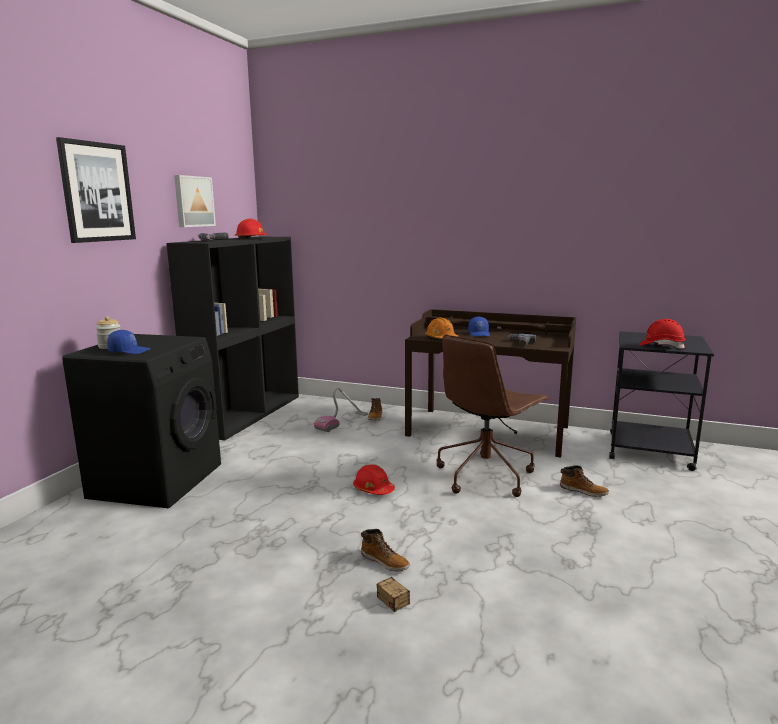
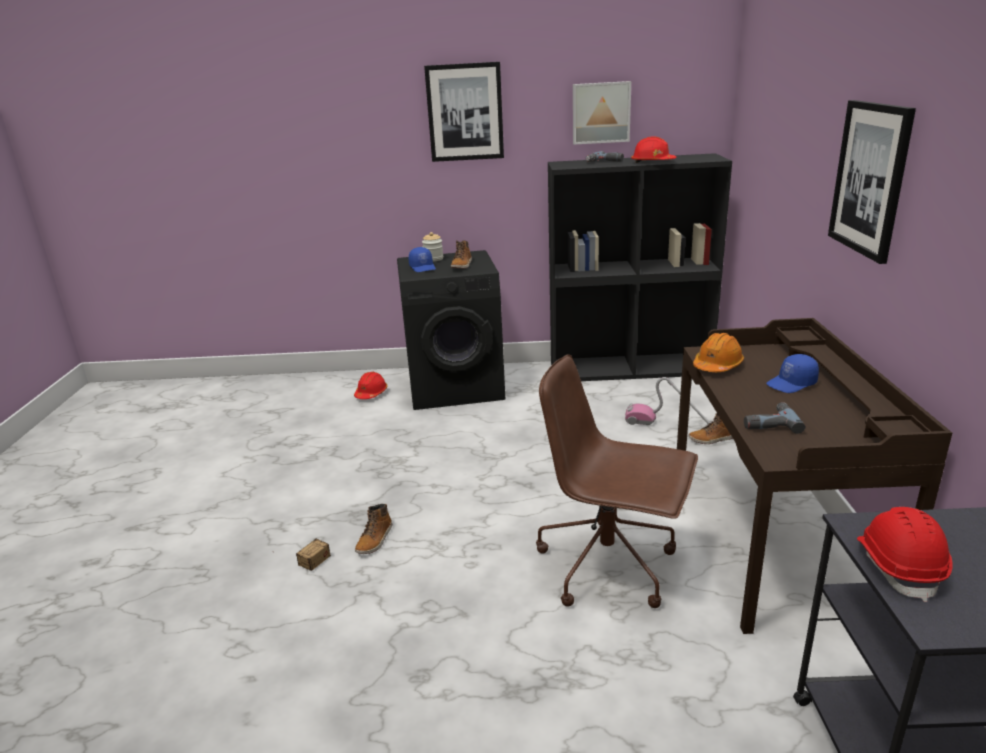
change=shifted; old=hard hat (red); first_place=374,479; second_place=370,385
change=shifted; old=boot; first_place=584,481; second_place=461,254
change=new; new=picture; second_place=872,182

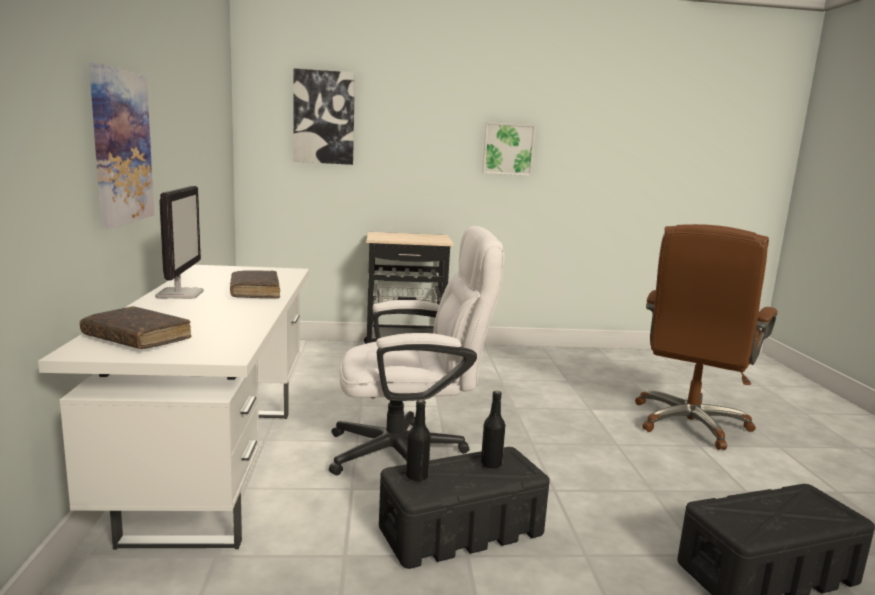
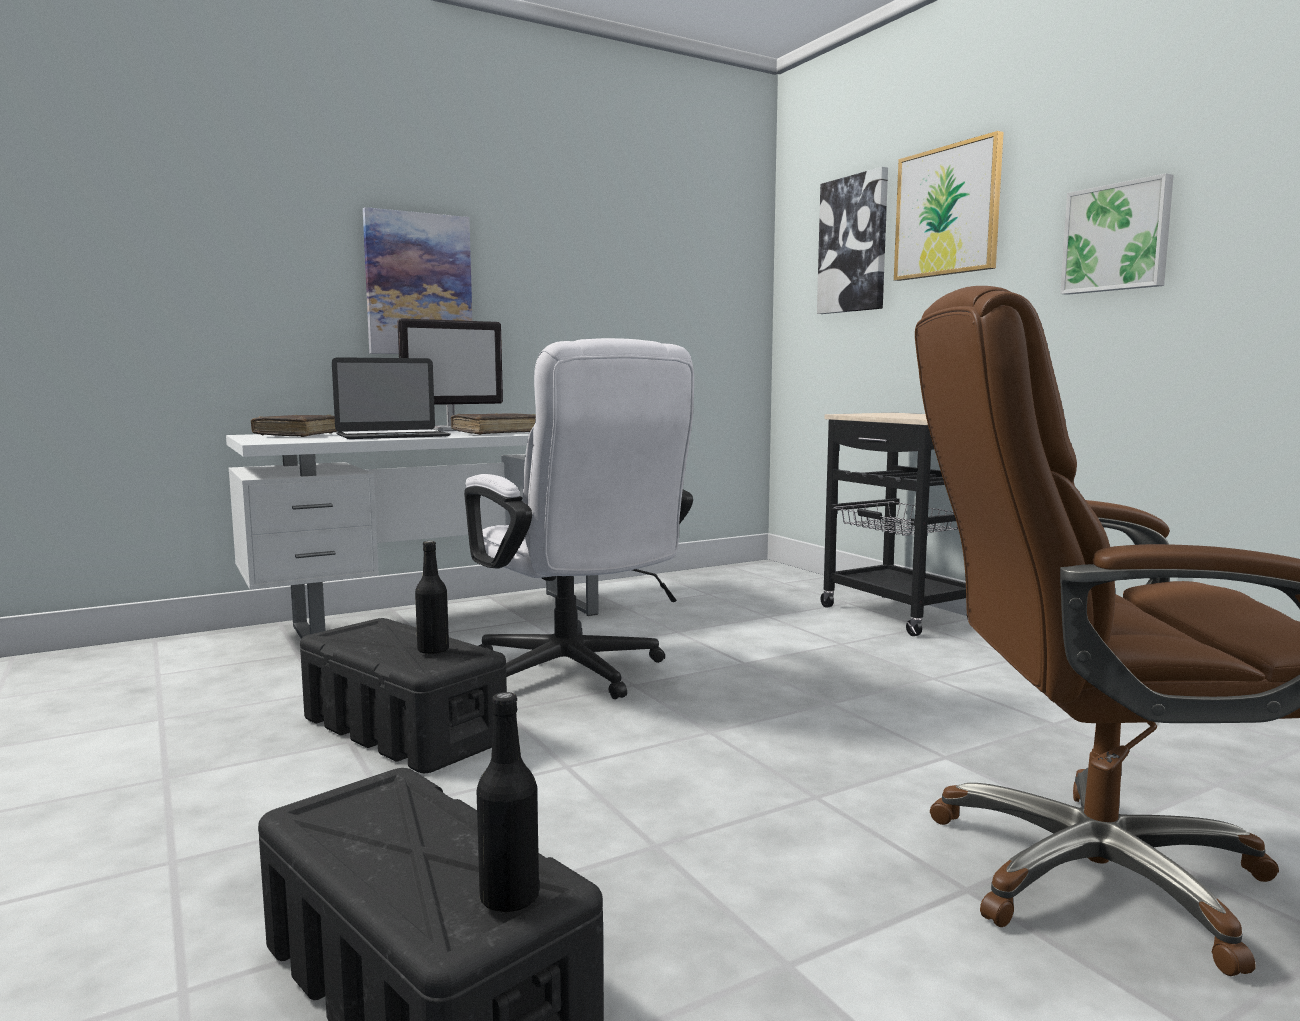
change=shifted; old=bottle (black); first_place=418,441; second_place=508,802
change=new; new=laptop; second_place=391,398
change=new; new=picture; second_place=949,206

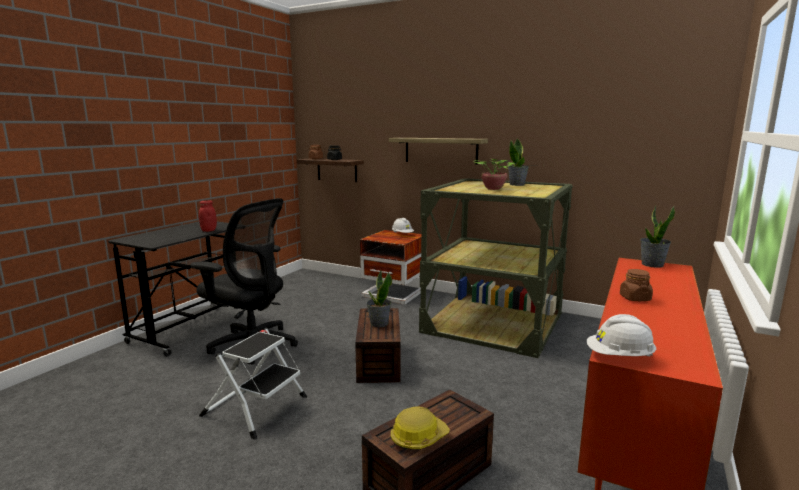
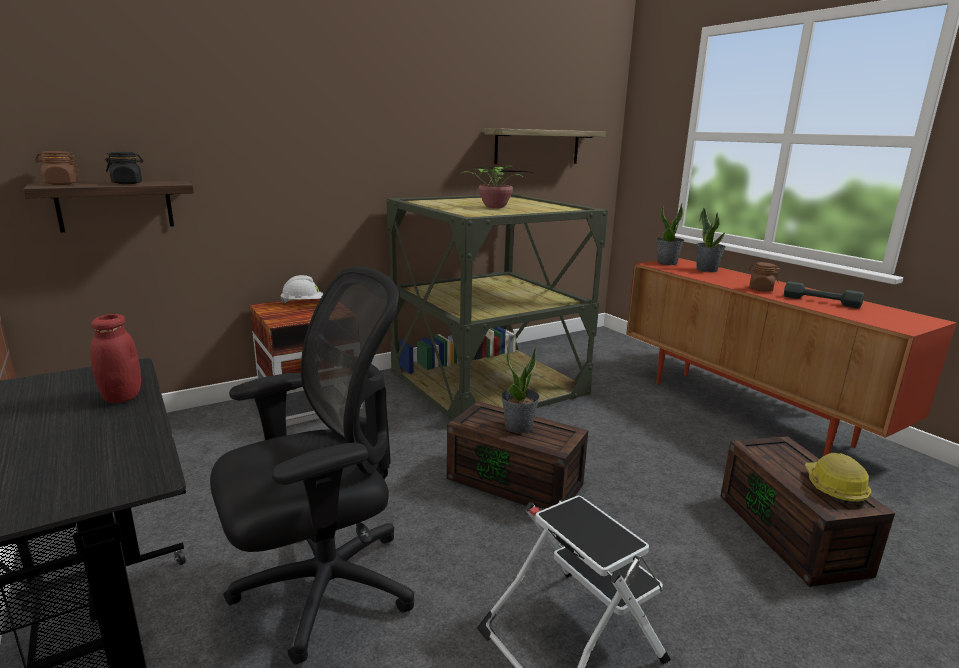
change=shifted; old=shelf; first_place=438,151; second_place=545,146
change=shifted; old=potted plant; first_place=518,162; second_place=711,239
change=gone; old=hard hat (white); first_place=621,335
change=new; new=dumbbell (grey); second_place=824,294

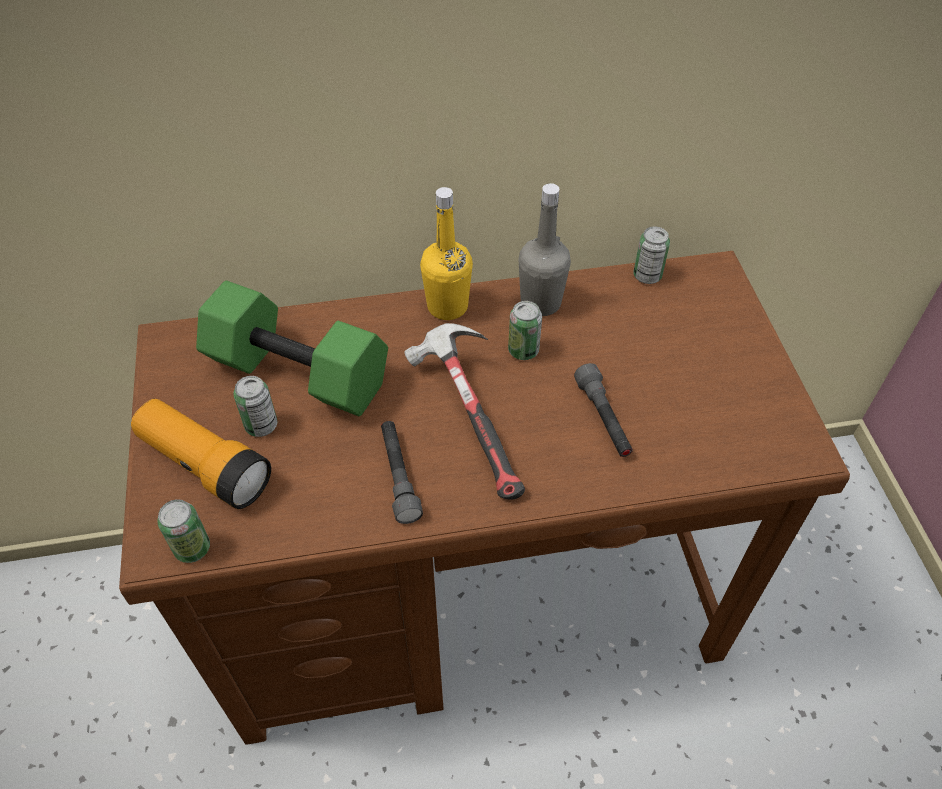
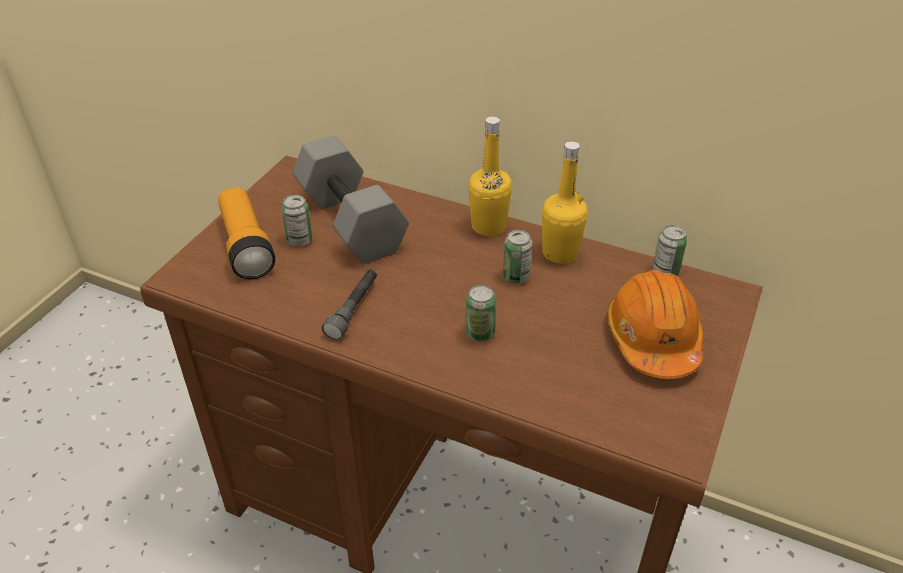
change=shifted; old=can; first_place=183,531; second_place=481,313
change=repainted; old=dumbbell (green); new=dumbbell (grey); first_place=292,348; second_place=351,200
change=gone; old=hammer; first_place=464,411
change=repainted; old=bottle (grey); new=bottle (yellow); first_place=545,249; second_place=565,202
change=gone; old=flashlight (grey); first_place=603,410
change=new; new=hard hat (orange); second_place=655,324

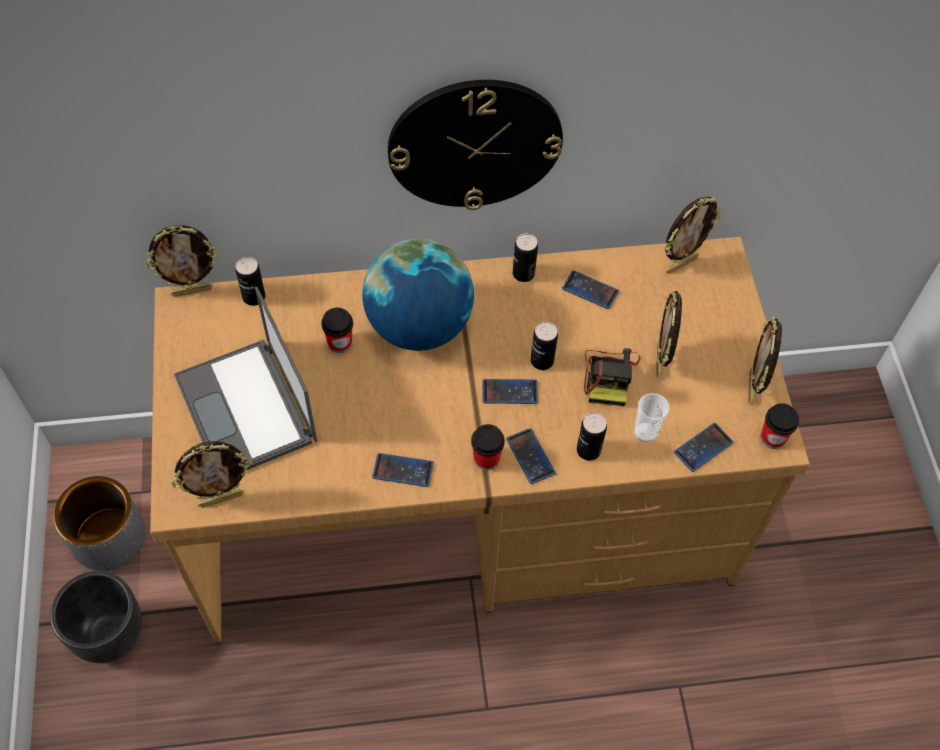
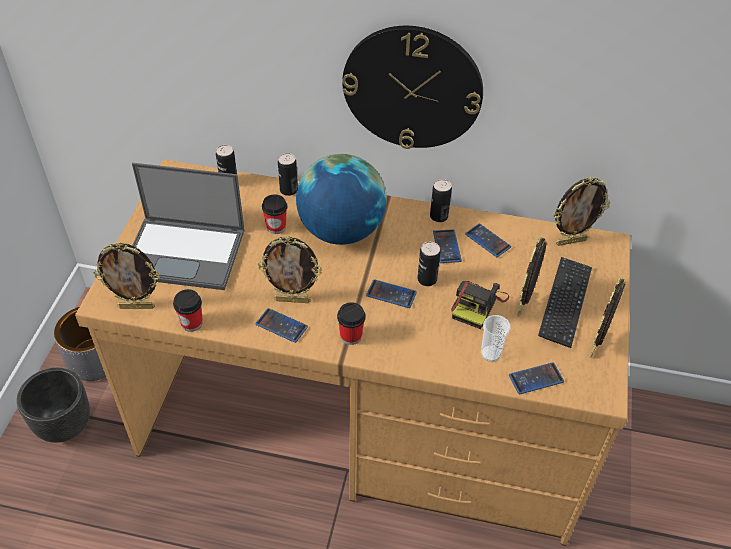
change=shifted; old=picture frame; first_place=182,261; second_place=290,269
change=rotated; old=laptop; first_place=245,378; second_place=188,226; degrees=-75
change=shifted; old=phone; first_place=531,456; second_place=447,246
change=shifted; old=can; first_place=592,436; second_place=288,174
change=shifted; old=cup; first_place=780,426; second_place=187,310
change=new; new=keyboard; second_place=565,302

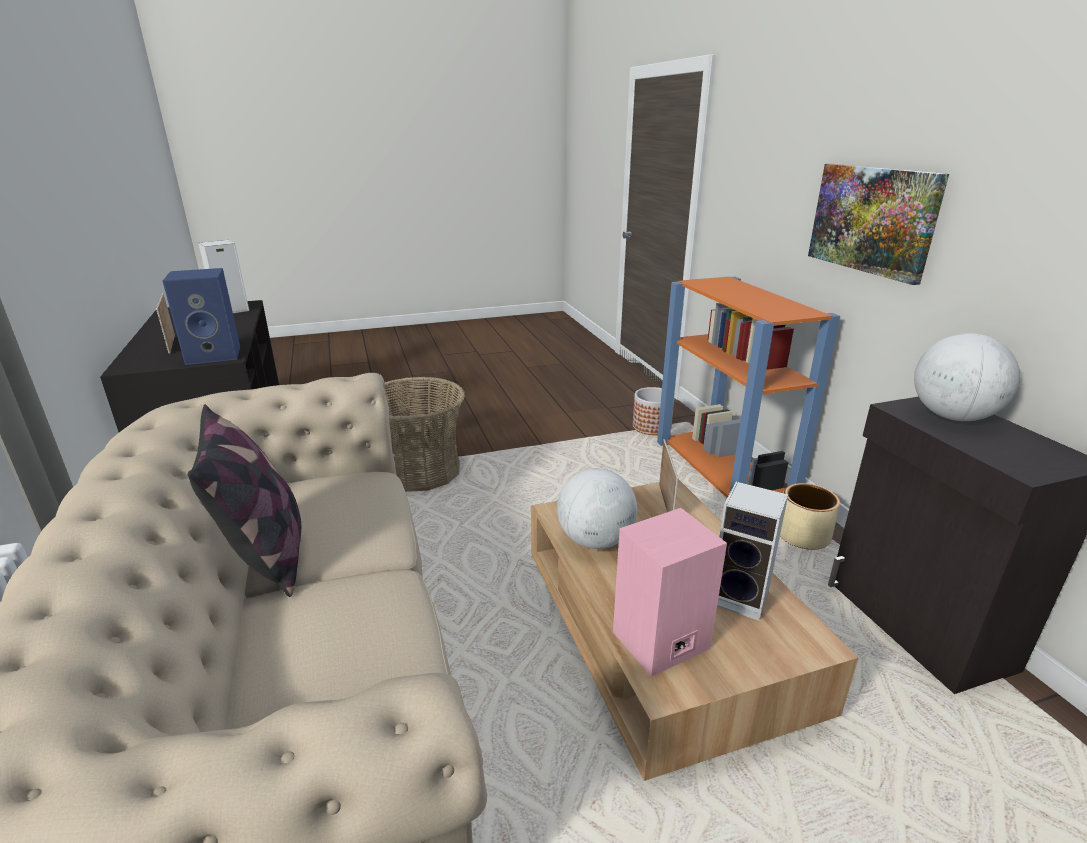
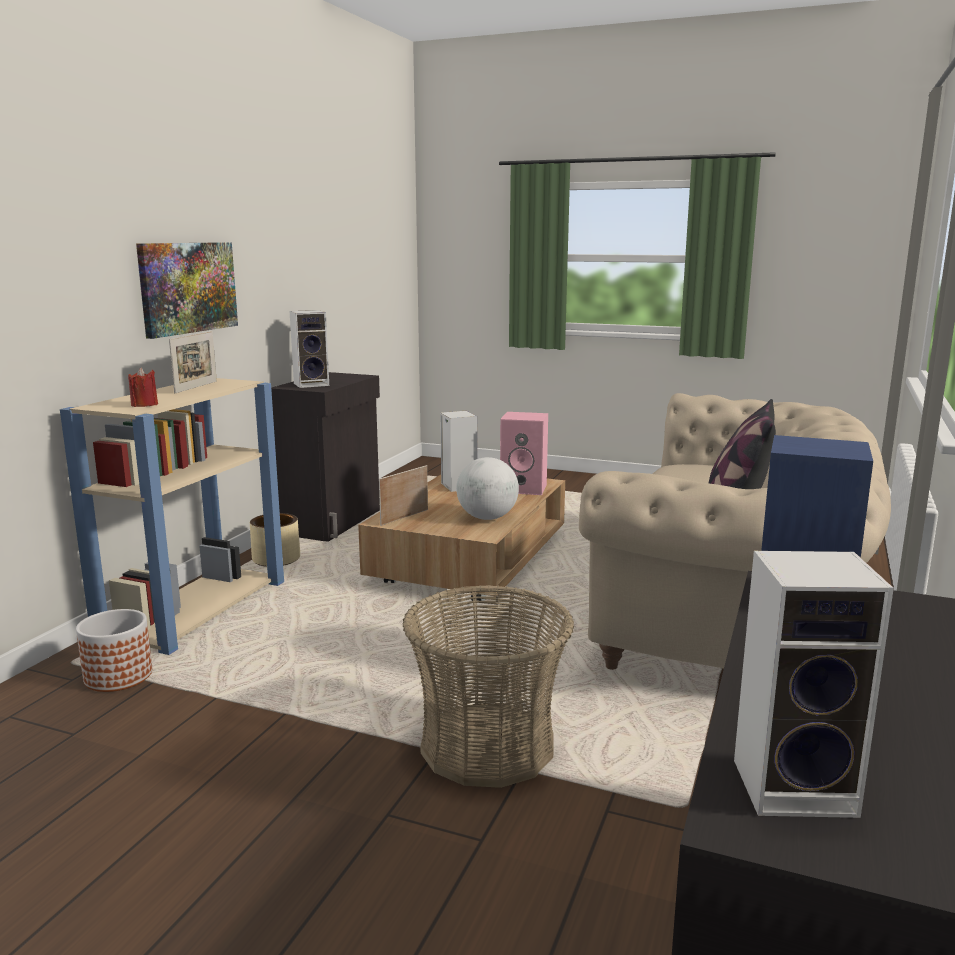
change=shifted; old=picture frame; first_place=165,323; second_place=193,362
change=repainted; old=bookcase (orange); new=bookcase (beige); first_place=748,387; second_place=172,516
change=swapped; old=globe; new=speaker; first_place=967,377; second_place=309,349
change=new; new=candle (red); second_place=143,387

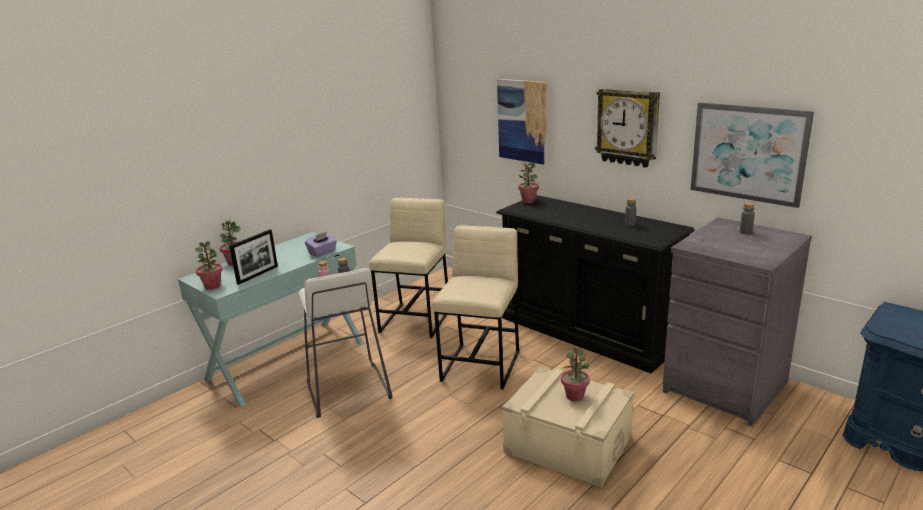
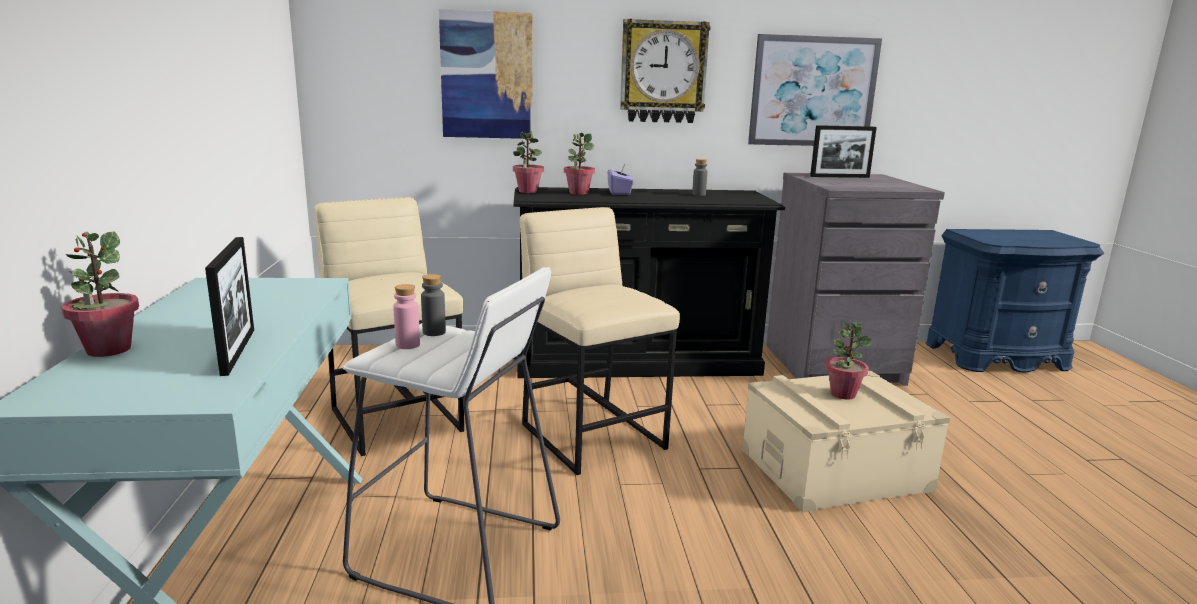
change=shifted; old=potted plant; first_place=209,265; second_place=579,164
change=shifted; old=tissue box (purple); first_place=321,244; second_place=621,179
change=swapped; old=bottle (grey); new=picture frame; first_place=747,218; second_place=843,151

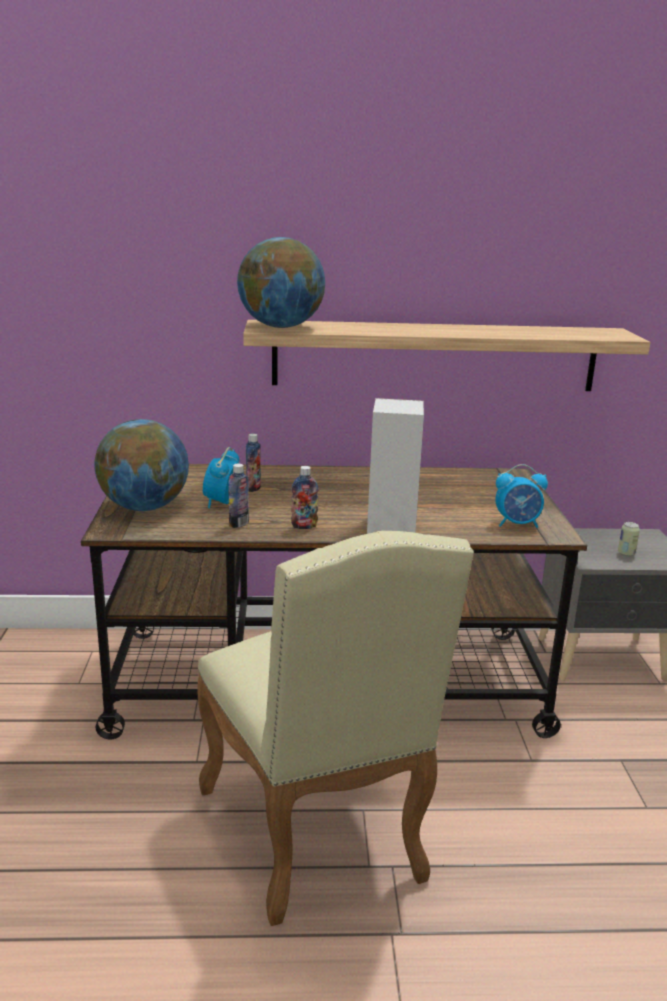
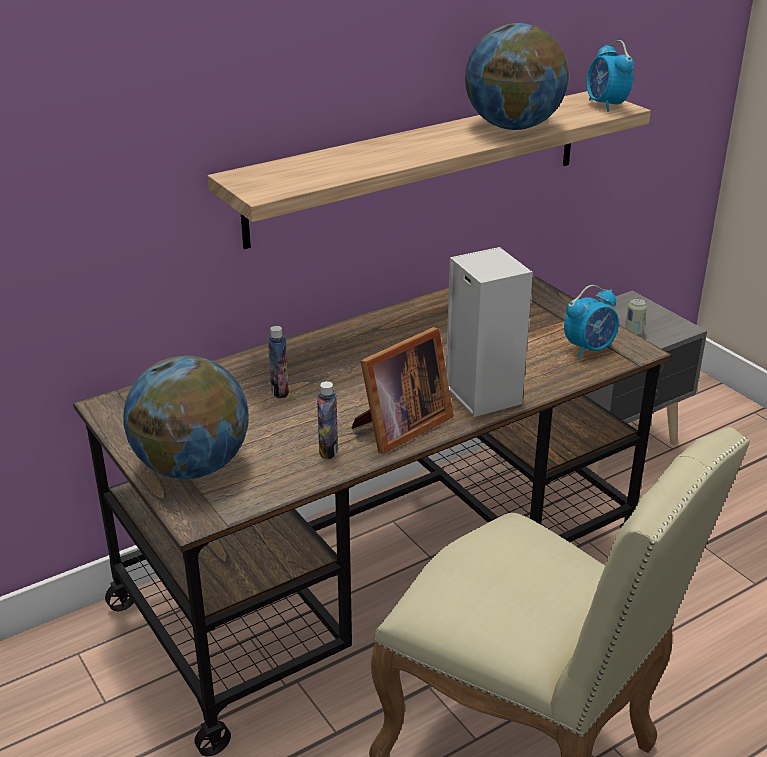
change=shifted; old=alarm clock; first_place=221,477; second_place=610,76
change=shifted; old=globe; first_place=281,282; second_place=517,76
change=swapped; old=bottle; new=picture frame; first_place=305,497; second_place=403,390

